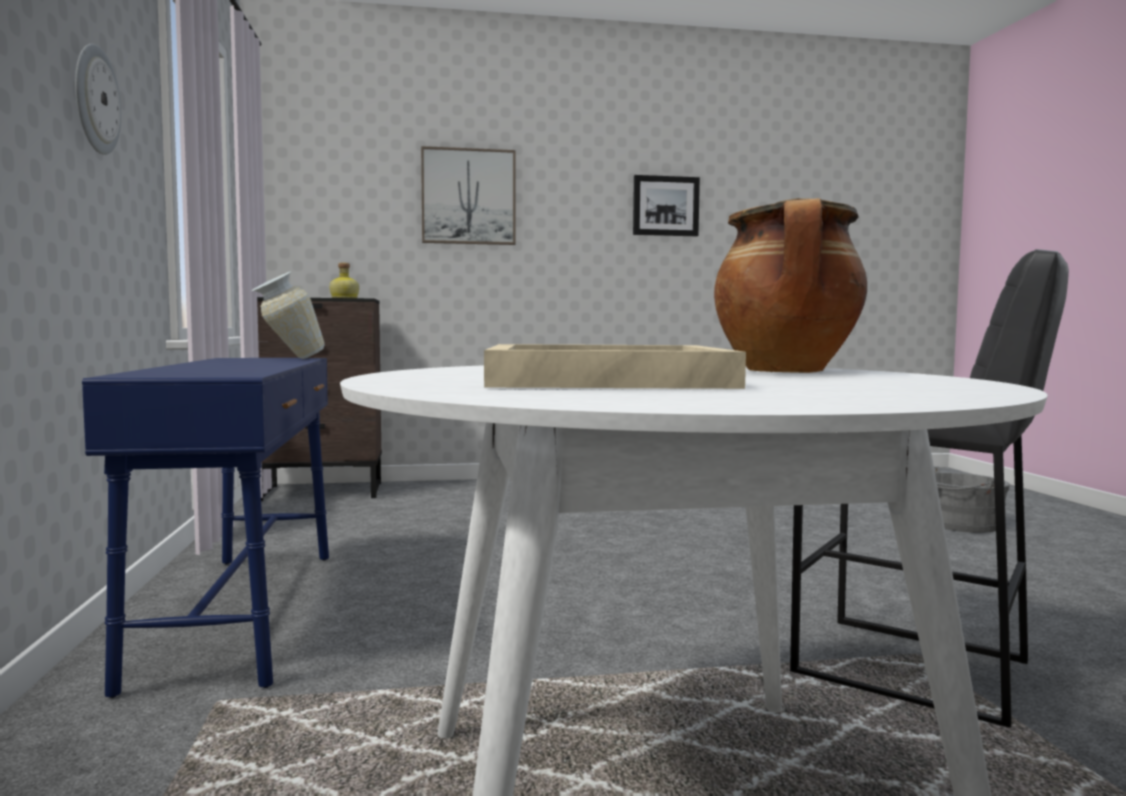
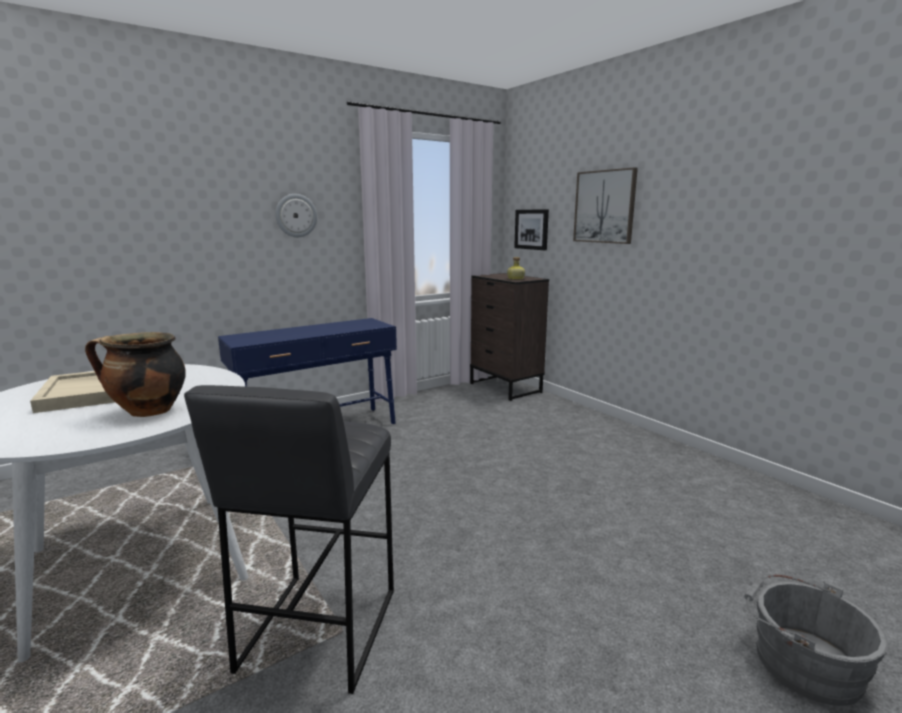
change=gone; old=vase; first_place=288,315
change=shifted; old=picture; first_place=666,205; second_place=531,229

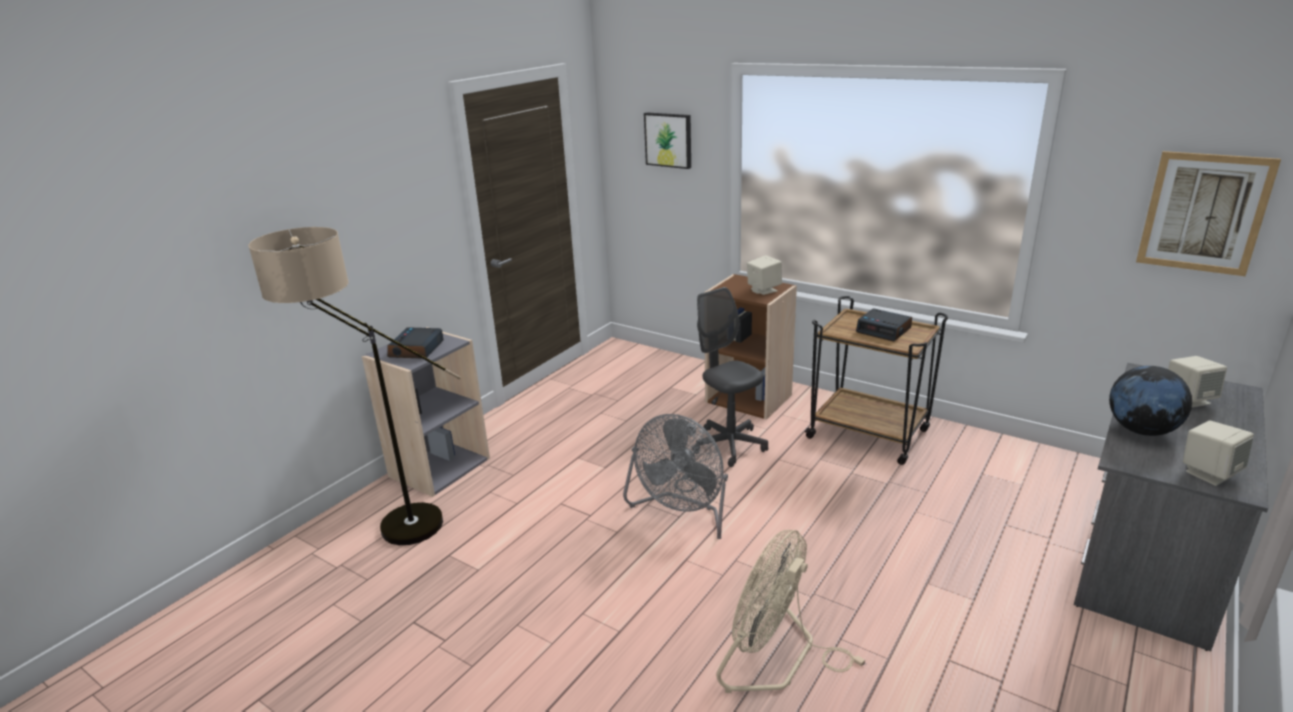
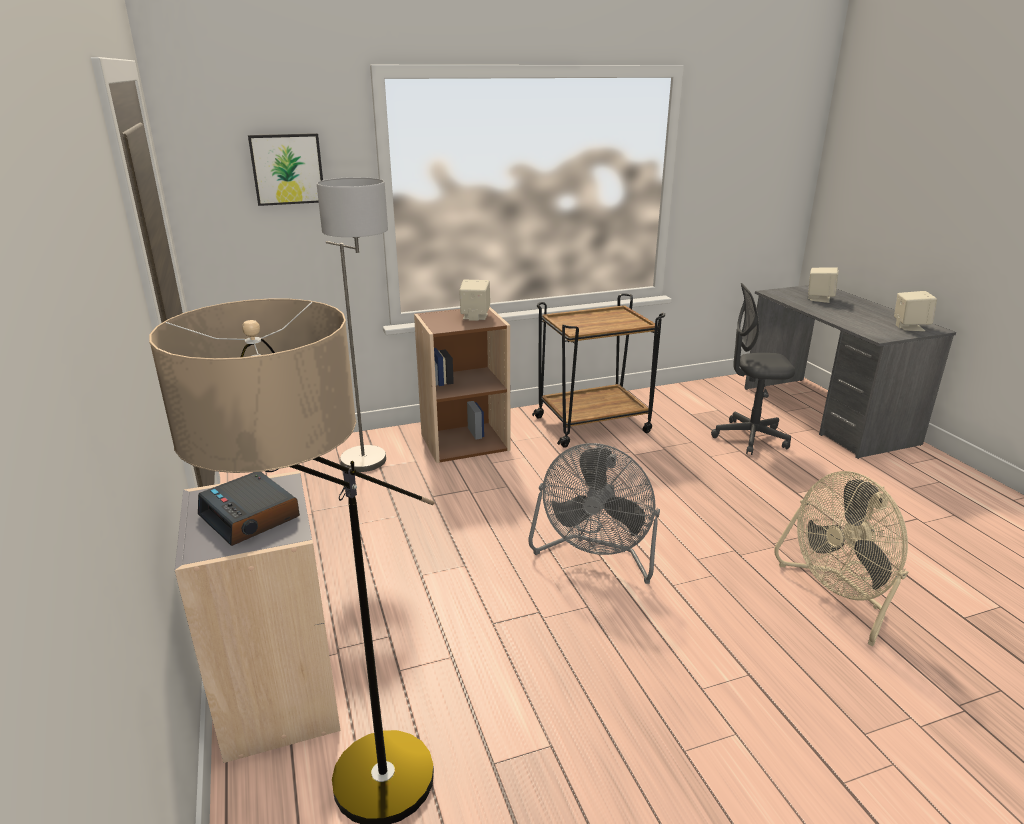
change=rotated; old=fan (grey); first_place=675,476; second_place=594,513; degrees=45
change=shifted; old=office chair (grey); first_place=730,377; second_place=753,369
change=gone; old=alarm clock; first_place=884,325
change=gone; old=globe; first_place=1150,401
change=gone; old=picture; first_place=1208,213
change=new; new=floor lamp (grey); second_place=352,324

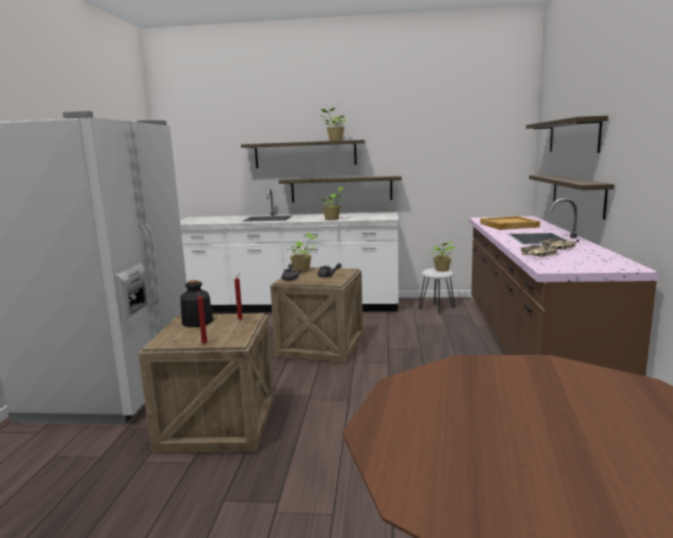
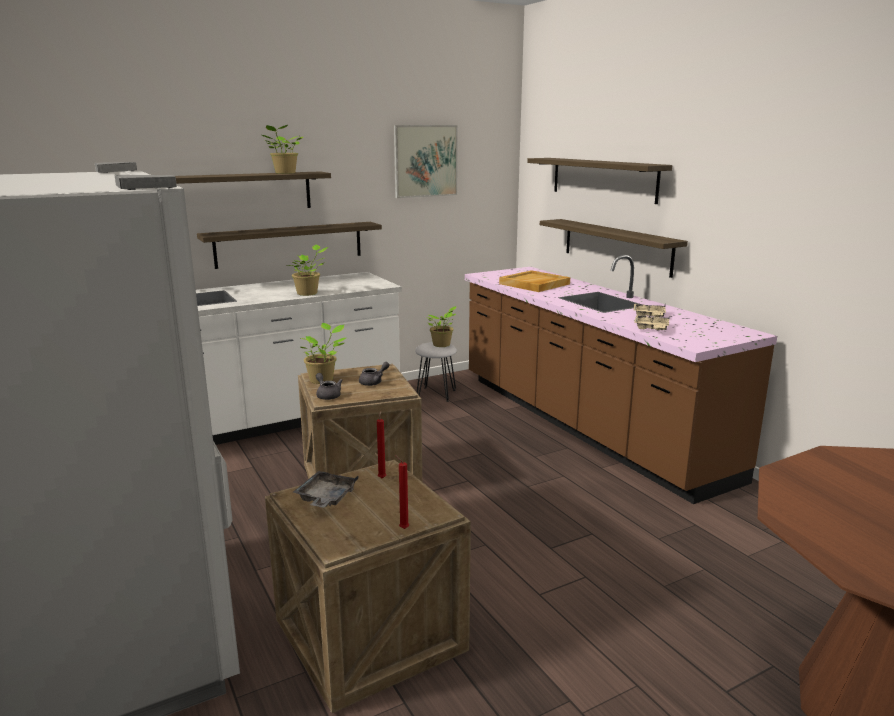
change=swapped; old=bottle; new=tray (grey); first_place=196,303; second_place=326,489
change=new; new=picture; second_place=426,161

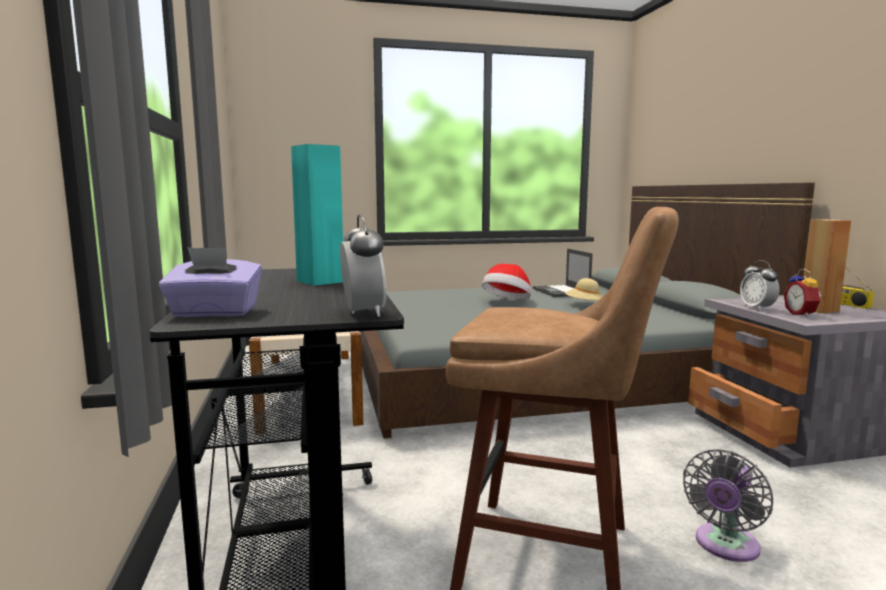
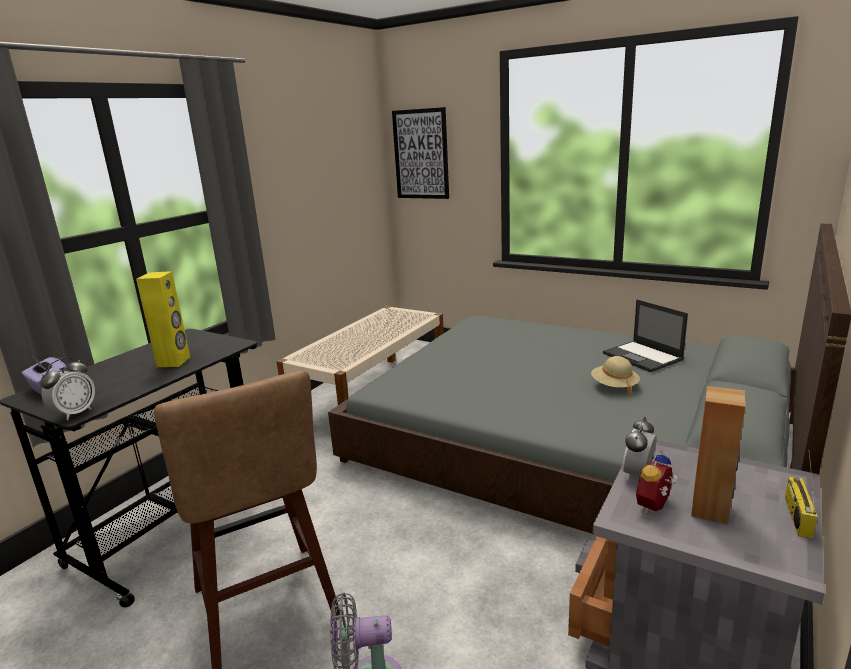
change=repainted; old=speaker (turquoise); new=speaker (yellow); first_place=317,215; second_place=163,319
change=gone; old=hat; first_place=506,281
change=rotated; old=laptop; first_place=562,273; second_place=645,335; degrees=-60
change=new; new=picture; second_place=420,153

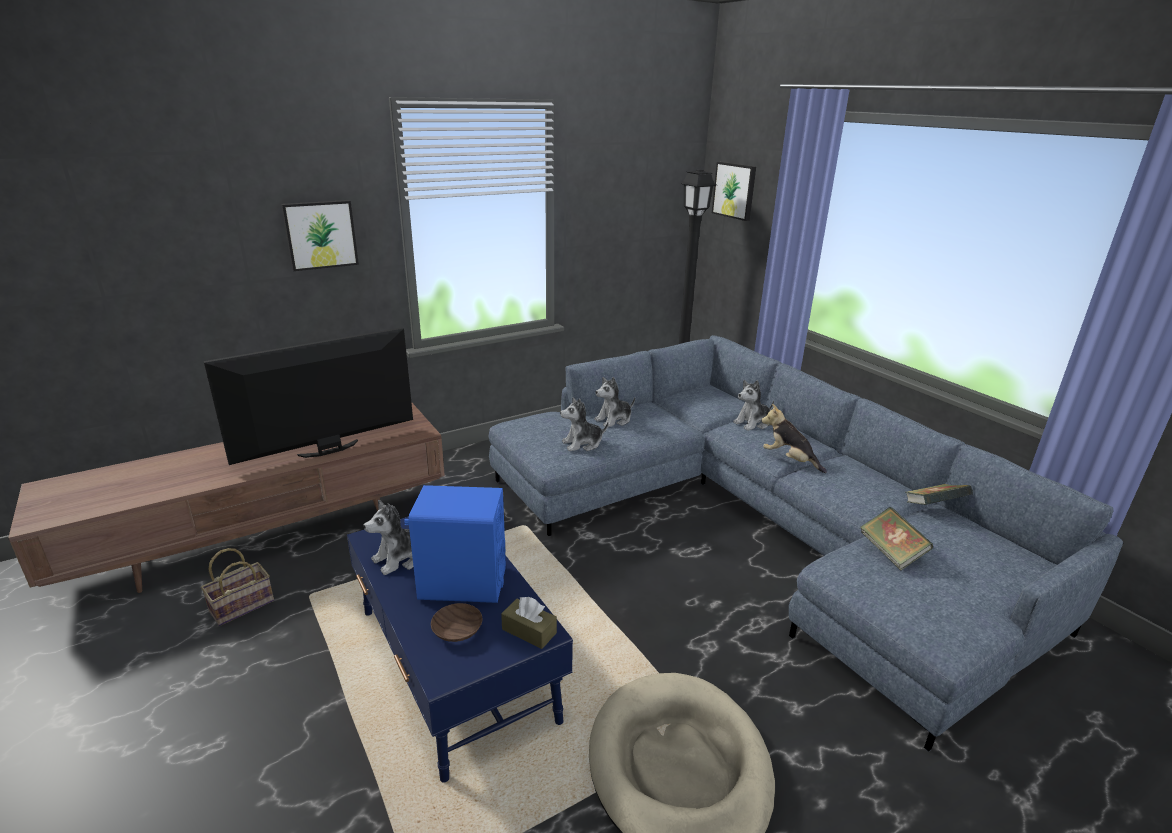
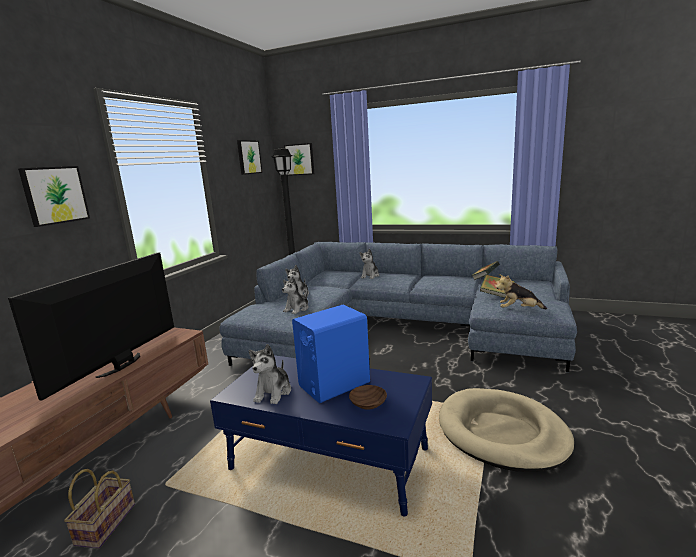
change=gone; old=tissue box (brown); first_place=529,623
change=shifted; old=plush toy; first_place=794,438; second_place=521,291
change=new; new=picture; second_place=249,157

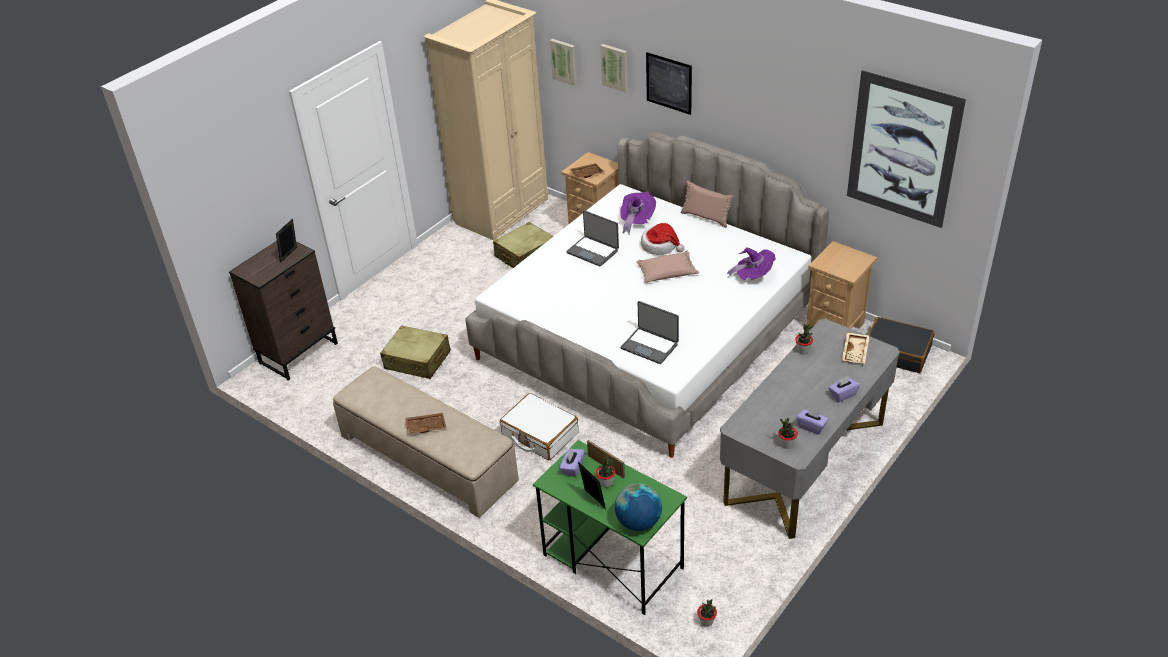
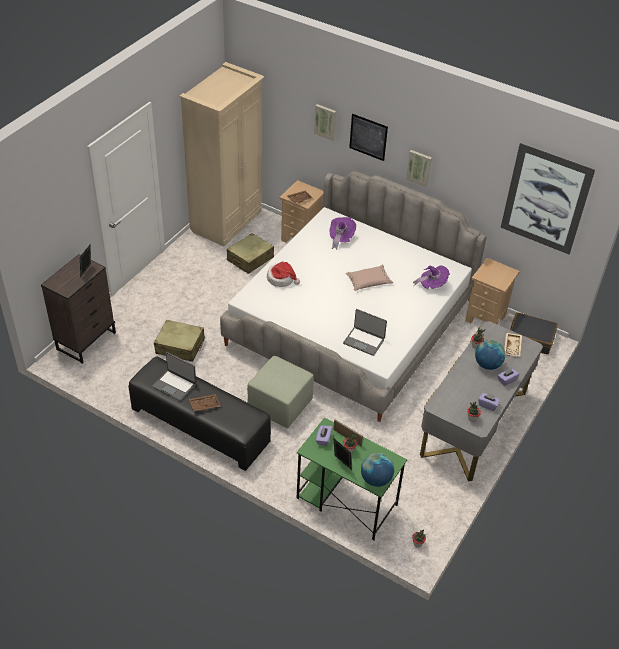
change=repainted; old=bench (beige); new=bench (black); first_place=426,442; second_place=199,413
change=swapped; old=suitcase (white); new=ottoman (green); first_place=539,426; second_place=280,392
change=shifted; old=picture; first_place=563,62; second_place=419,168
change=shifted; old=laptop; first_place=592,238; second_place=174,376
change=shifted; old=hat; first_place=662,239; second_place=283,274
change=gone; old=pillow (beige); first_place=707,203
change=new; new=globe; second_place=490,355

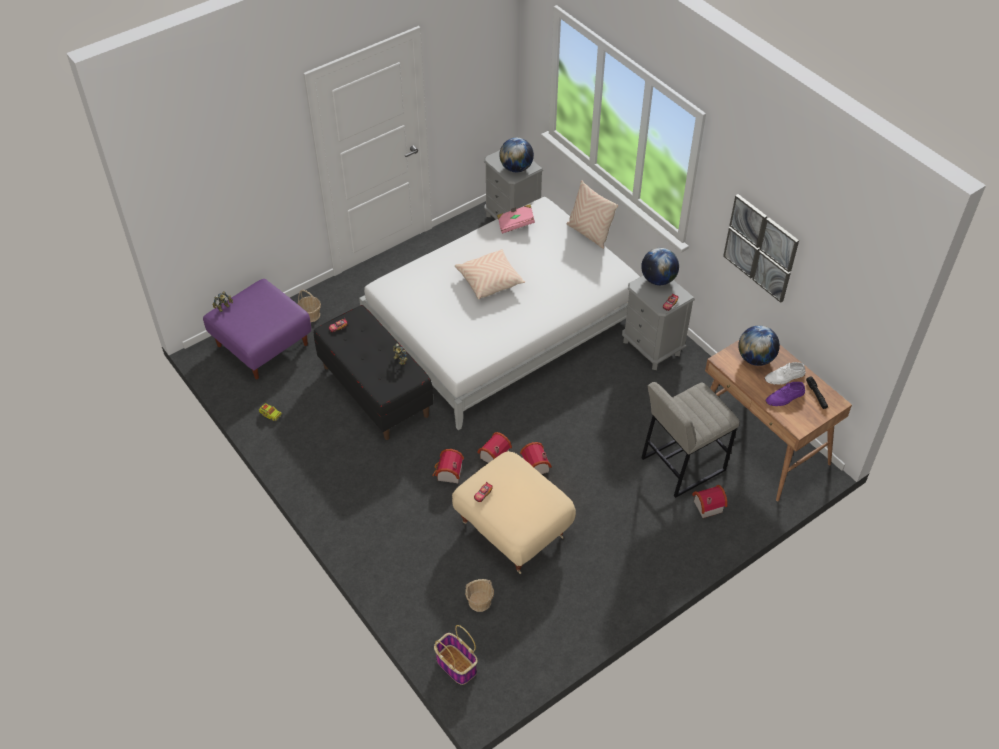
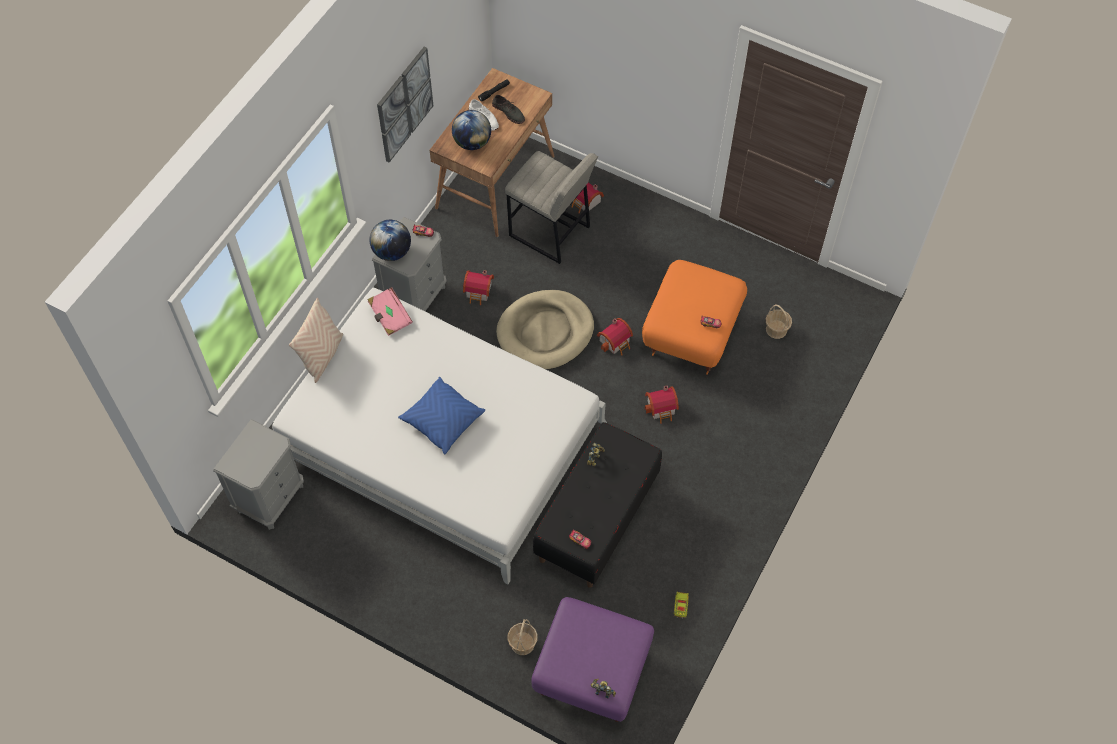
change=gone; old=basket; first_place=456,655
change=repainted; old=ottoman (beige); new=ottoman (orange); first_place=514,512; second_place=694,317
change=repainted; old=pillow (beige); new=pillow (blue); first_place=490,274; second_place=441,415
change=shifted; old=toy house; first_place=494,447; second_place=478,287
change=shifted; old=book (pink); first_place=516,219; second_place=390,311
change=gone; old=globe; first_place=516,155
change=repainted; old=shoe (purple); new=shoe (grey); first_place=785,394; second_place=508,109
change=new; new=dog bed (beige); second_place=545,330

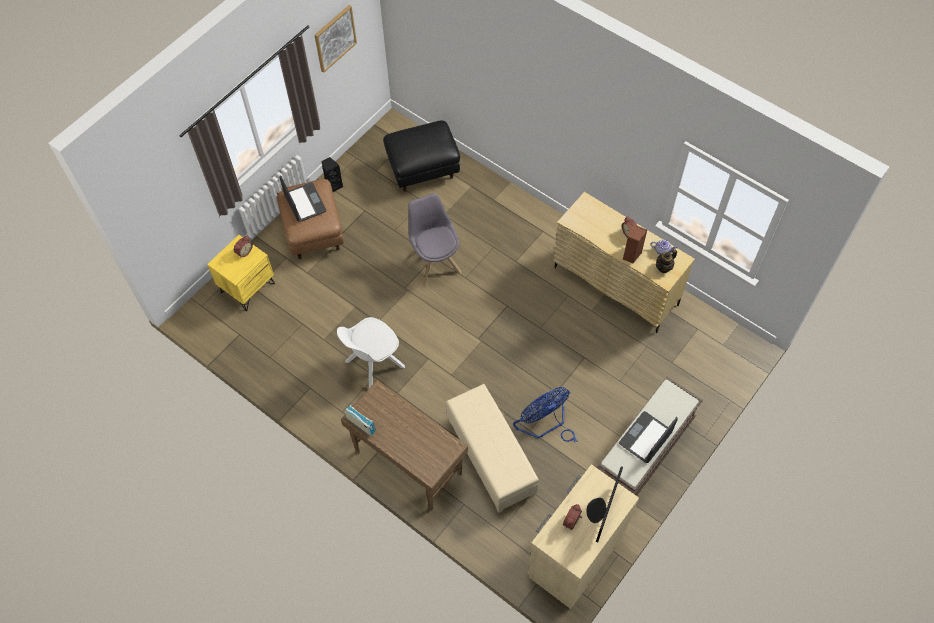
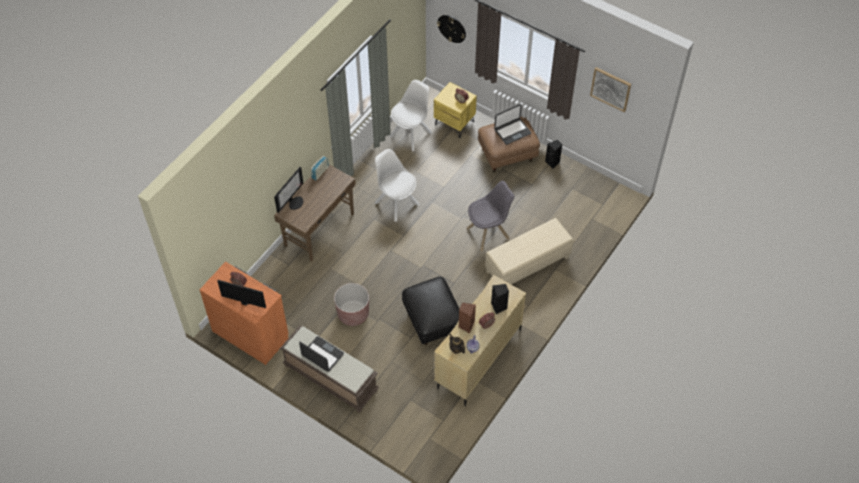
change=shifted; old=ottoman (black); first_place=421,156; second_place=430,311
change=shifted; old=ottoman (beige); first_place=492,448; second_place=529,251
change=swapped; old=fan (blue); new=planter (brown); first_place=545,414; second_place=351,304
change=repainted; old=dresser (beige); new=dresser (orange); first_place=583,536; second_place=244,313
change=new; new=monitor; second_place=288,190
change=new; new=chair (white); second_place=411,115
change=new; new=wall clock; second_place=451,29
change=new; new=speaker (black); second_place=500,299

